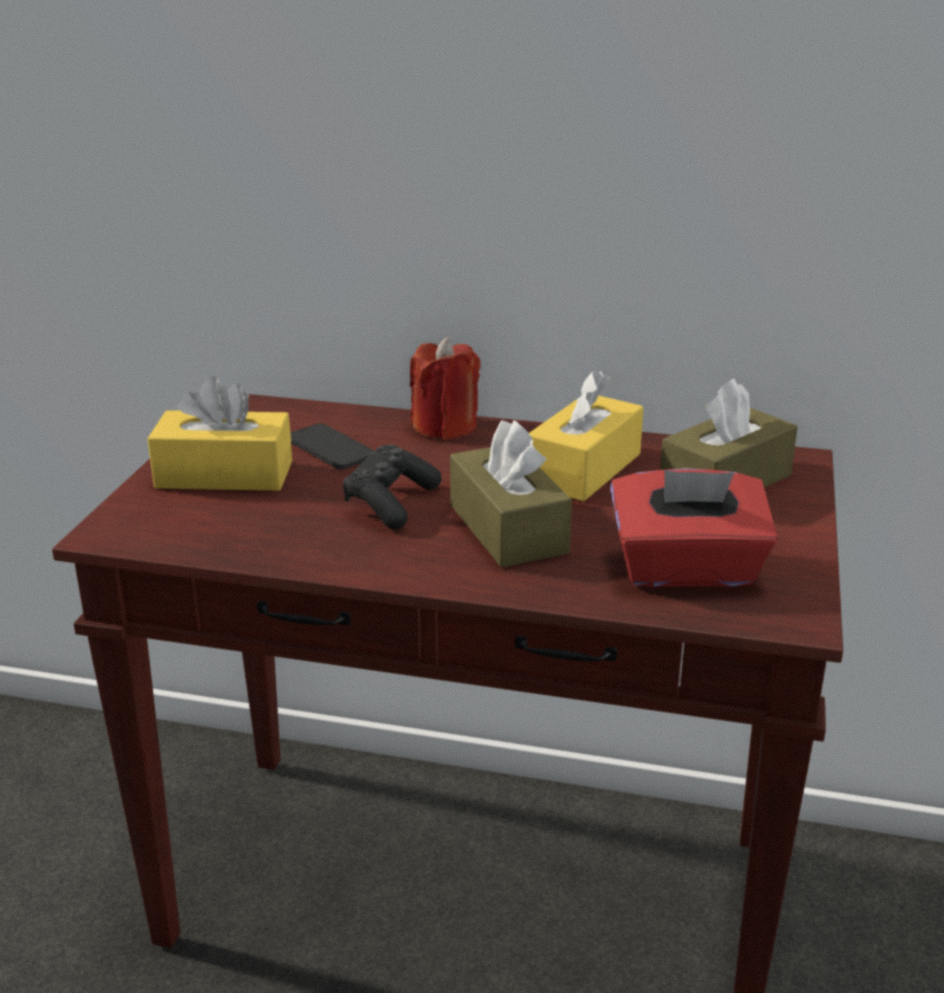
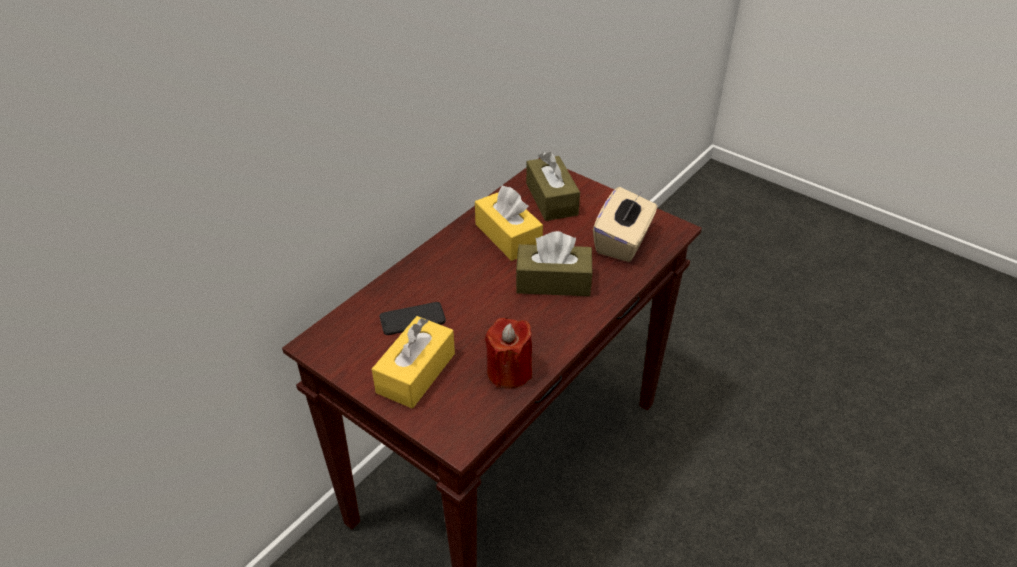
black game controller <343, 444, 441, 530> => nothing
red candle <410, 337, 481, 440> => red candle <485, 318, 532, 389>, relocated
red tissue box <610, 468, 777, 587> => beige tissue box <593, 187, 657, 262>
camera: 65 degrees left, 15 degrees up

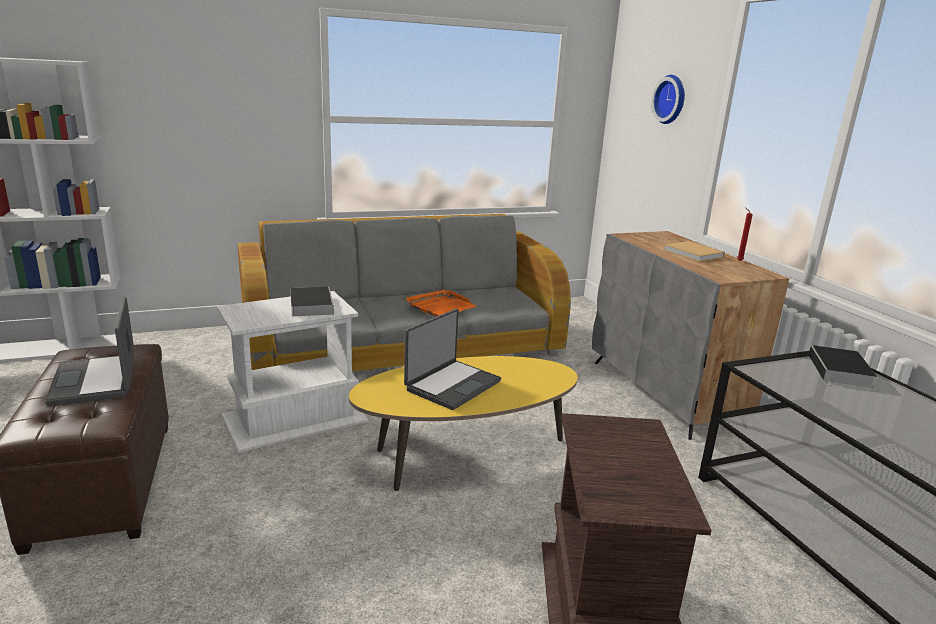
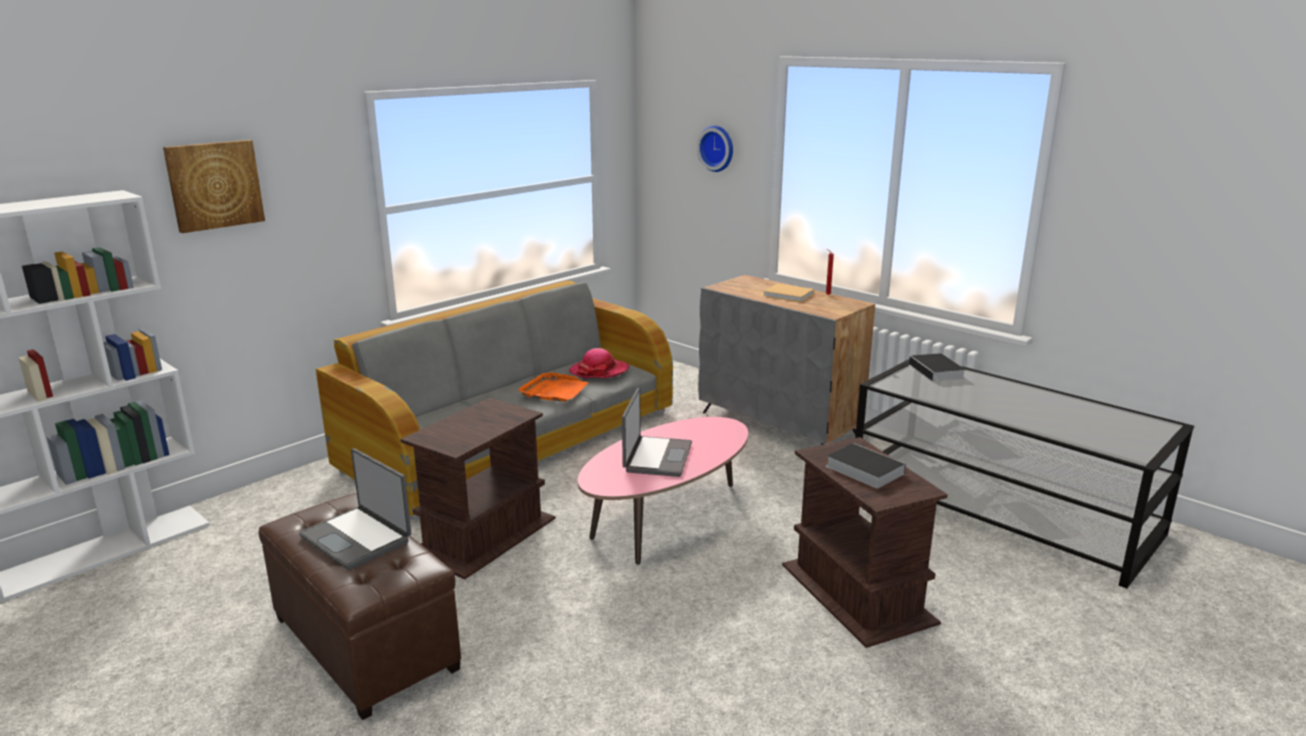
white side table <217, 291, 369, 453> => brown side table <400, 398, 556, 580>
book <290, 287, 334, 316> => book <826, 443, 906, 489>, relocated
yellow coffee table <349, 356, 578, 491> => pink coffee table <578, 417, 748, 565>
nothing => picture <163, 140, 265, 233>
nothing => hat <569, 348, 629, 379>
camera: 25 degrees left, 0 degrees up

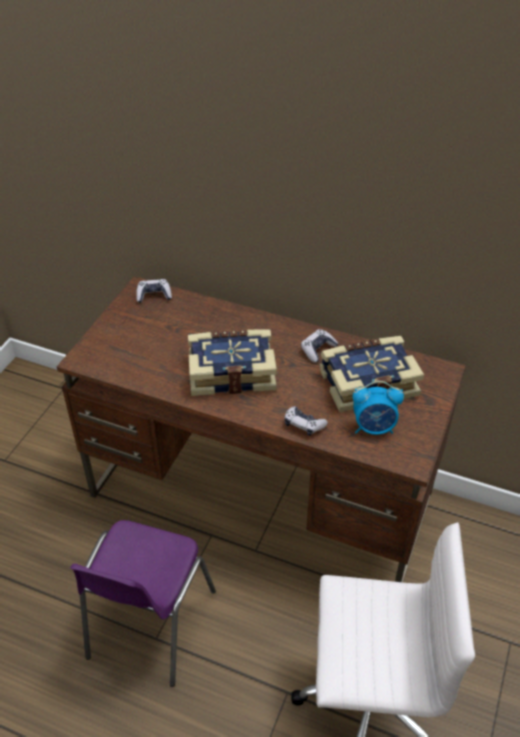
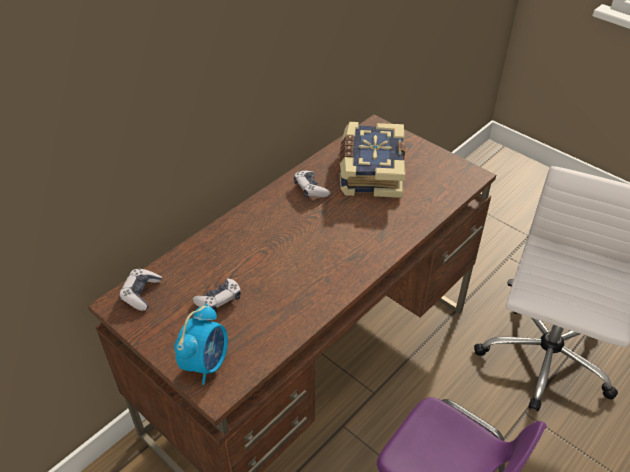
book <188, 330, 277, 396> => nothing
game controller <284, 406, 328, 436> => game controller <193, 279, 241, 312>, relocated
alarm clock <353, 381, 404, 435> => alarm clock <174, 303, 228, 385>, relocated
camera: 70 degrees left, 0 degrees up

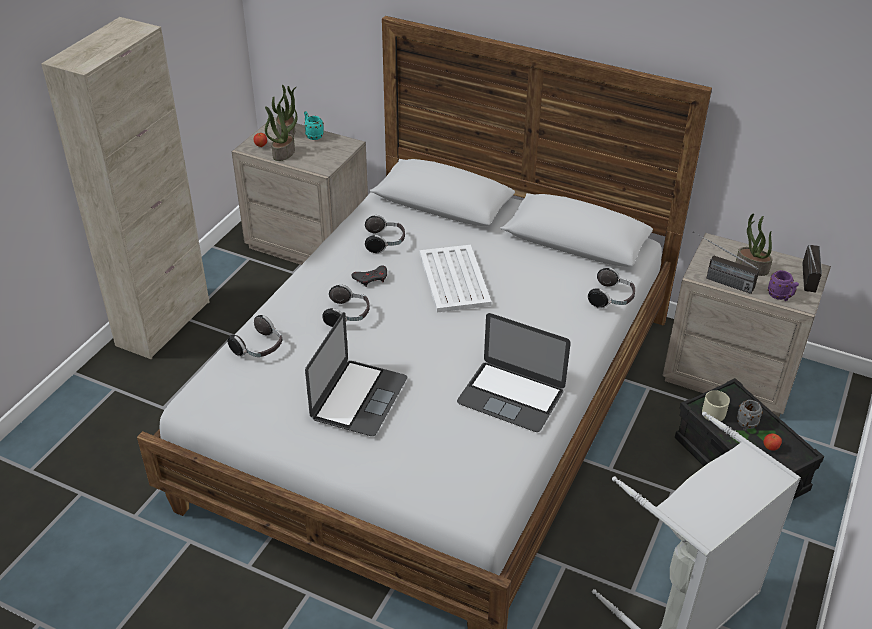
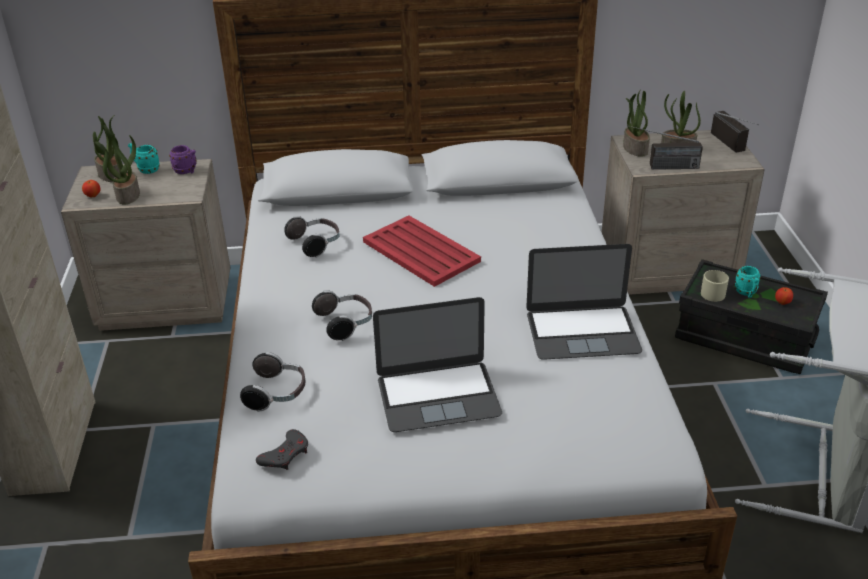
laptop <305, 312, 407, 436> => laptop <373, 297, 502, 432>, 90 degrees clockwise
grey game controller <352, 265, 387, 287> => grey game controller <256, 429, 308, 470>, relocated
white tray <420, 245, 492, 312> => red tray <363, 215, 481, 287>
headphones <588, 268, 635, 309> => nothing
grey mug <737, 400, 763, 431> => turquoise mug <735, 266, 761, 298>
purple mug <768, 270, 799, 301> => purple mug <169, 145, 197, 174>, relocated
nothing => potted plant <623, 89, 650, 157>
camera: 30 degrees left, 5 degrees down

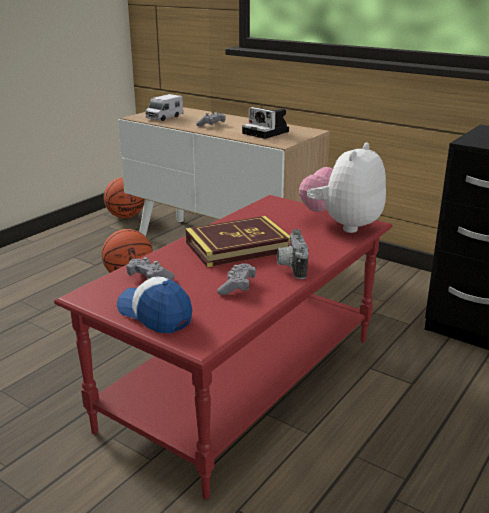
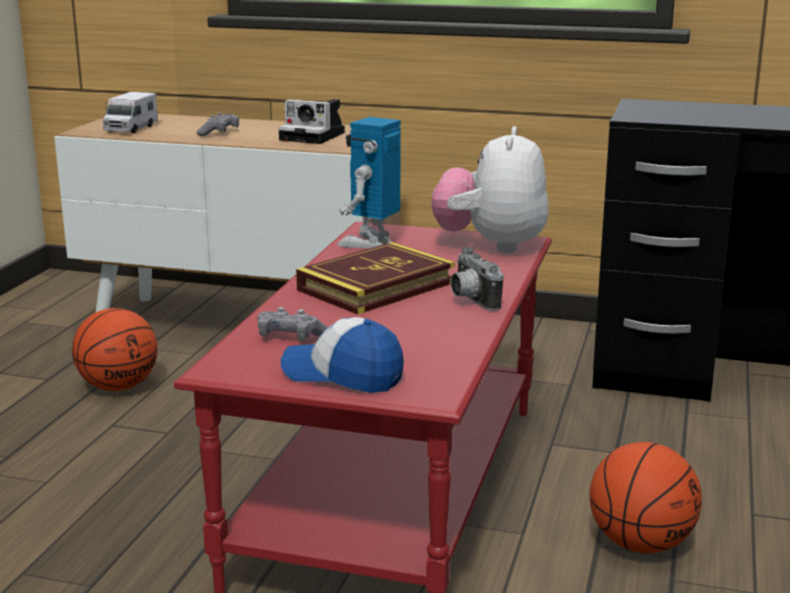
basketball <104, 177, 145, 218> => basketball <589, 442, 702, 553>, relocated
grey game controller <217, 263, 256, 295> => nothing
nothing => toy robot <337, 117, 401, 248>
camera: 20 degrees left, 5 degrees down

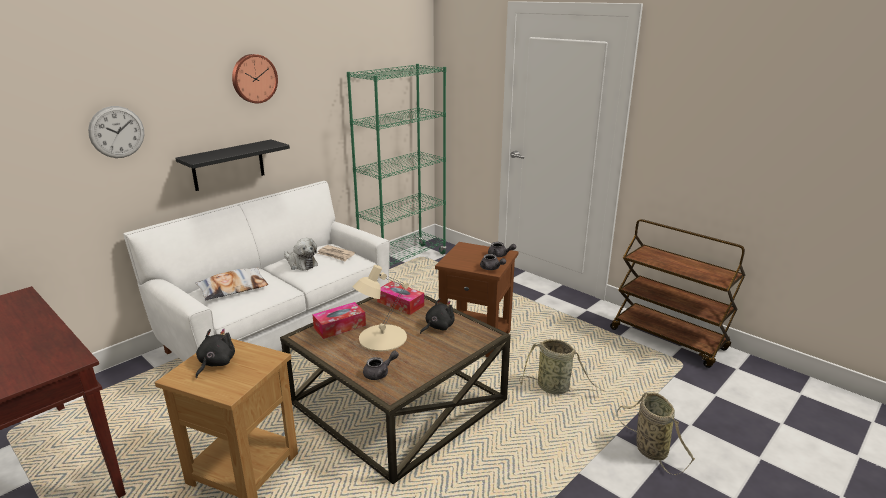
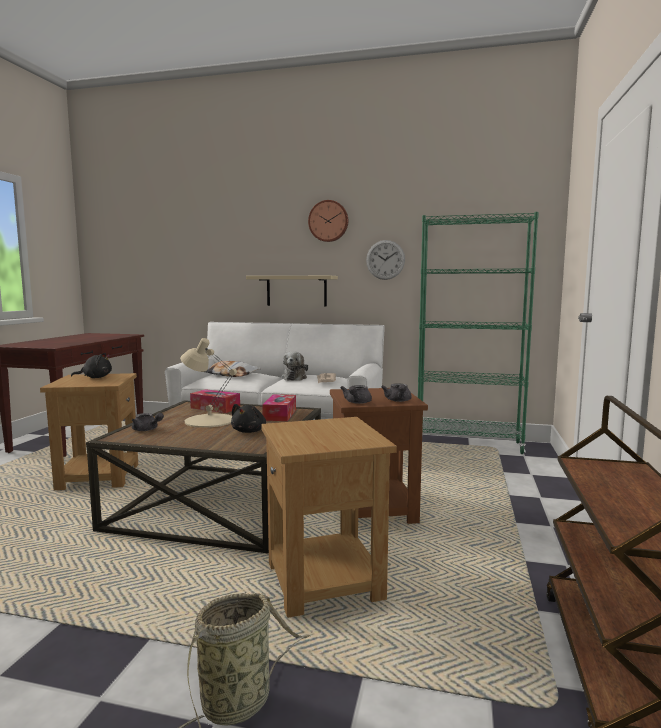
wall clock <88, 106, 144, 158> => wall clock <366, 240, 405, 280>, relocated
black shelf <175, 140, 290, 191> => beige shelf <246, 276, 338, 306>
black plush toy <420, 298, 455, 334> => black plush toy <231, 404, 266, 433>, 90 degrees clockwise
basket <519, 339, 604, 395> => brown side table <261, 417, 397, 618>
camera: 60 degrees right, 15 degrees down

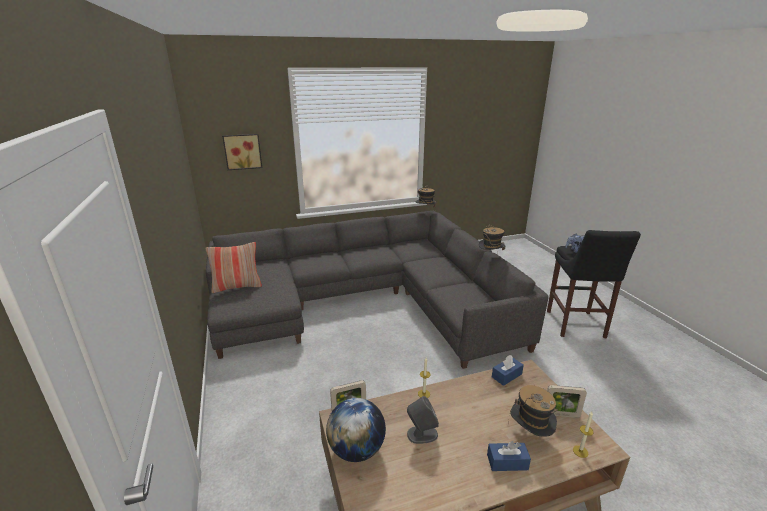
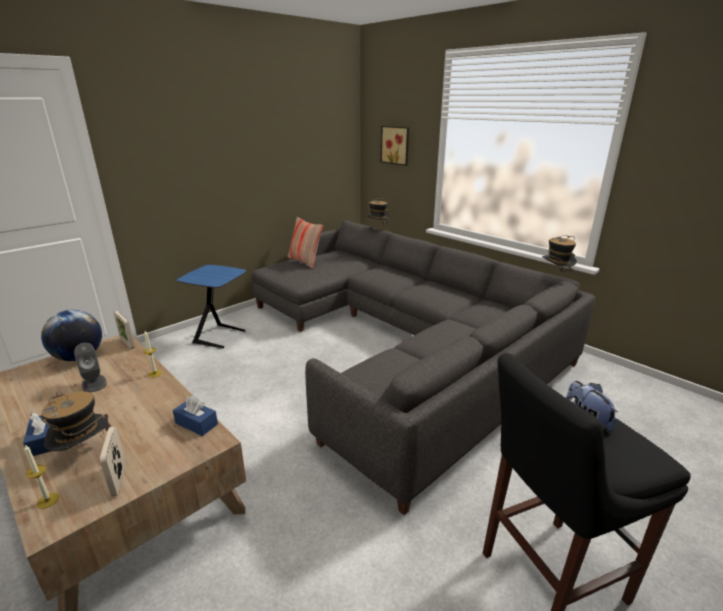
hat <479, 224, 505, 254> => hat <366, 198, 390, 230>, relocated
nothing => blue side table <177, 265, 247, 348>
camera: 65 degrees right, 0 degrees up

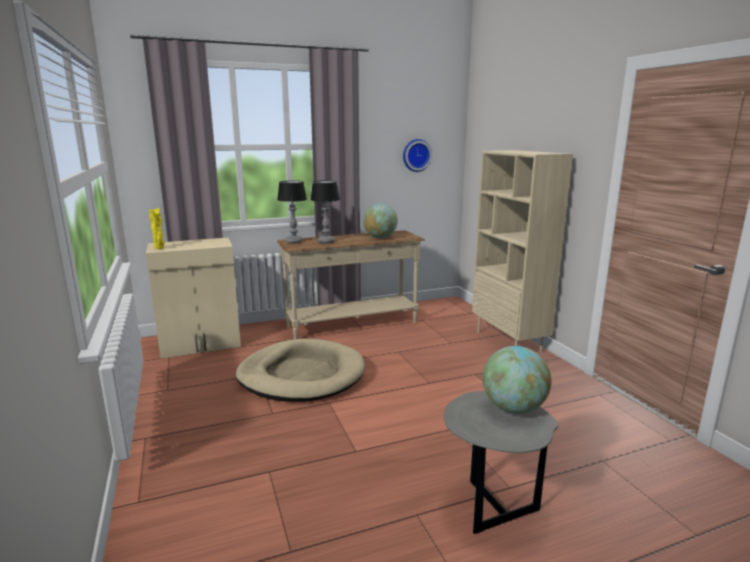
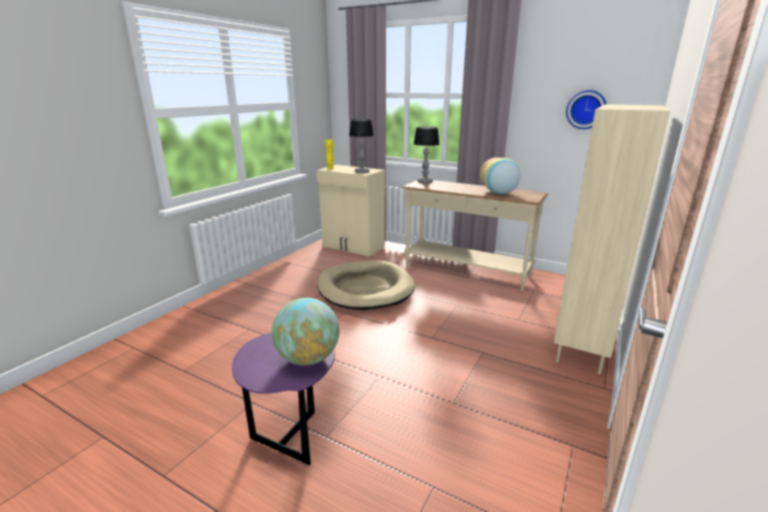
table lamp <311, 181, 340, 243> => table lamp <349, 119, 374, 173>, relocated
globe <363, 203, 398, 238> => vase <480, 157, 520, 194>
grey side table <444, 391, 559, 534> => purple side table <232, 332, 335, 465>
camera: 50 degrees right, 5 degrees up

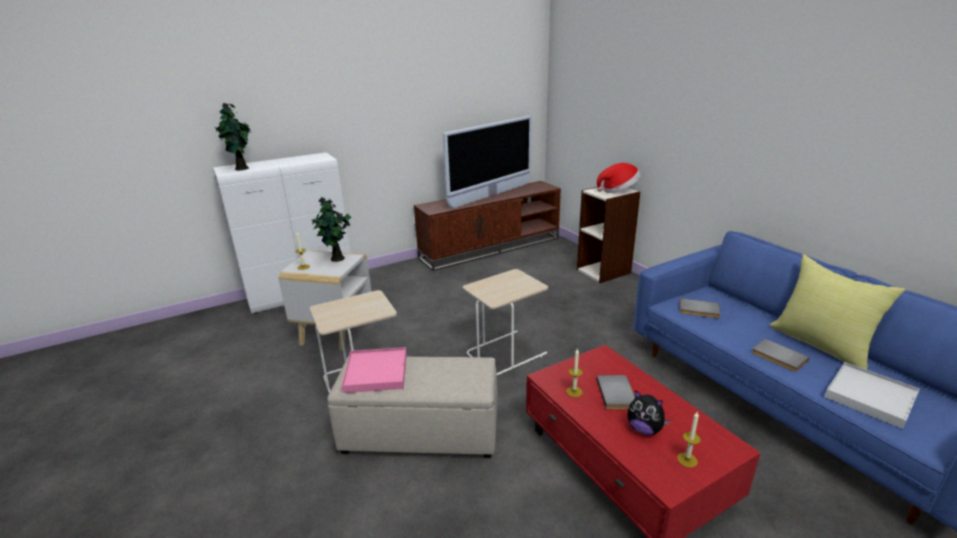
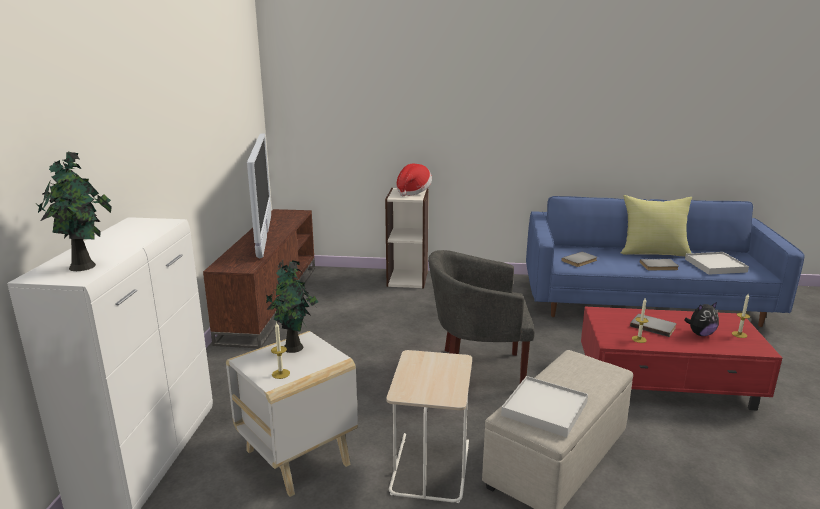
pink tray <342, 347, 407, 393> => white tray <501, 376, 588, 437>
beige side table <463, 269, 548, 375> => grey armchair <428, 250, 535, 383>
camera: 55 degrees left, 5 degrees down

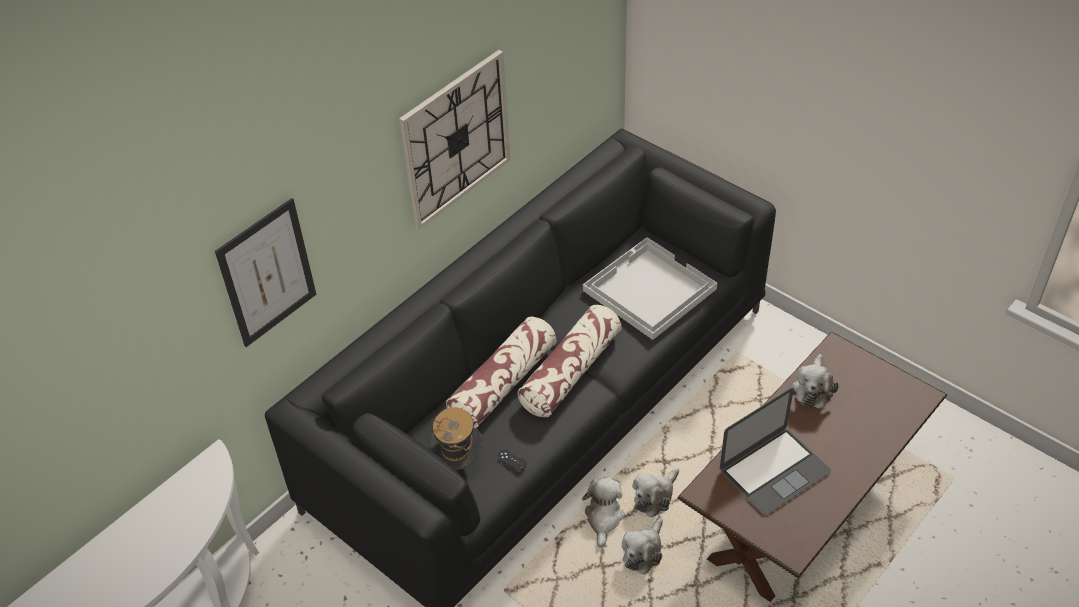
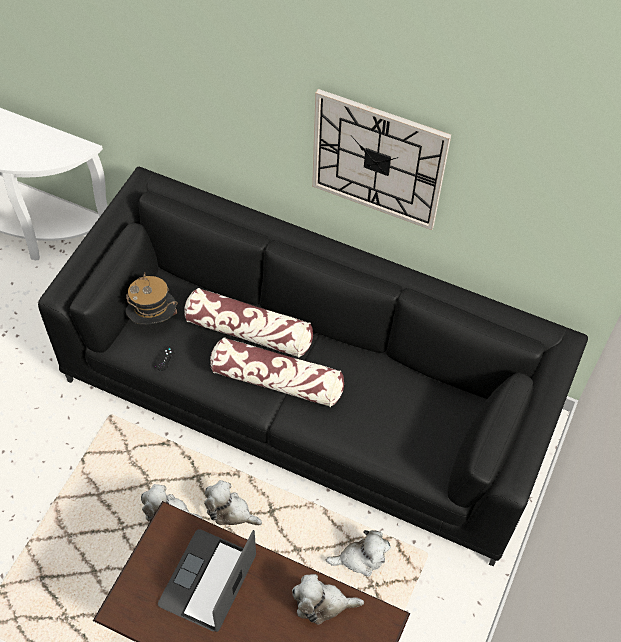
picture <215, 198, 316, 347> => nothing
plush toy <582, 476, 625, 548> => plush toy <326, 530, 391, 577>, relocated
white tray <583, 237, 717, 340> => nothing
laptop <720, 388, 831, 515> => laptop <158, 529, 256, 632>, 75 degrees clockwise
camera: 70 degrees right, 10 degrees up

